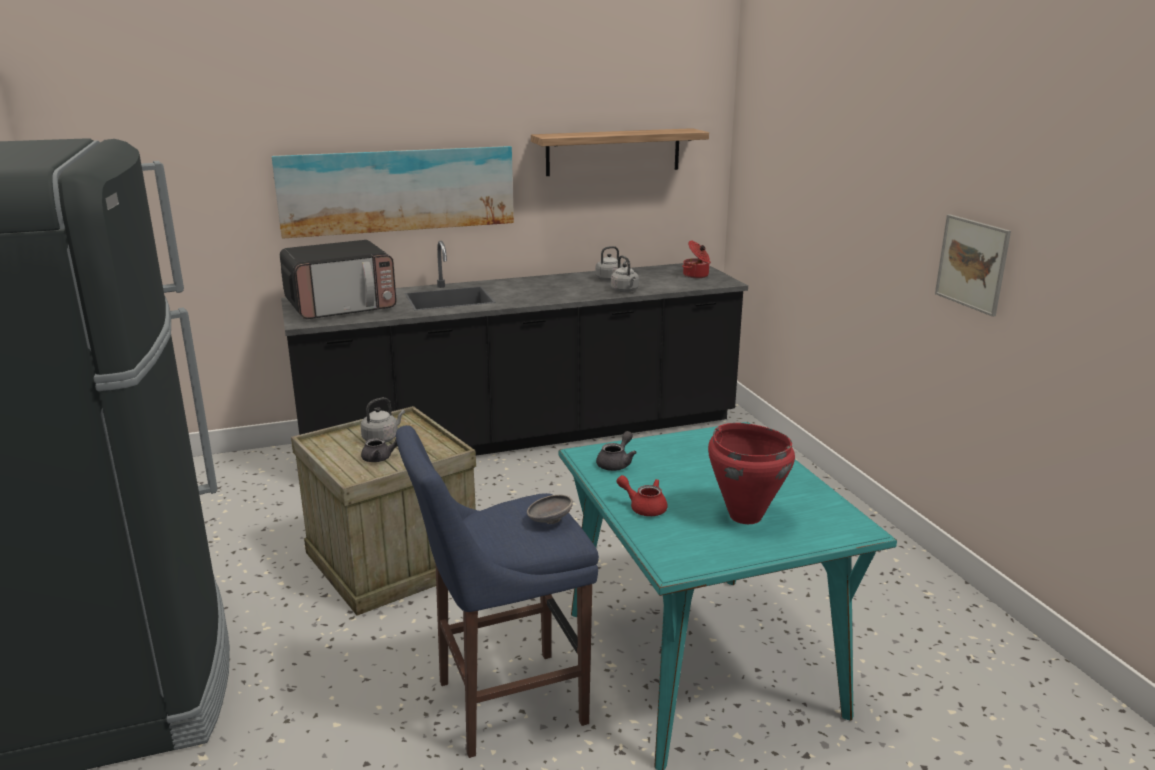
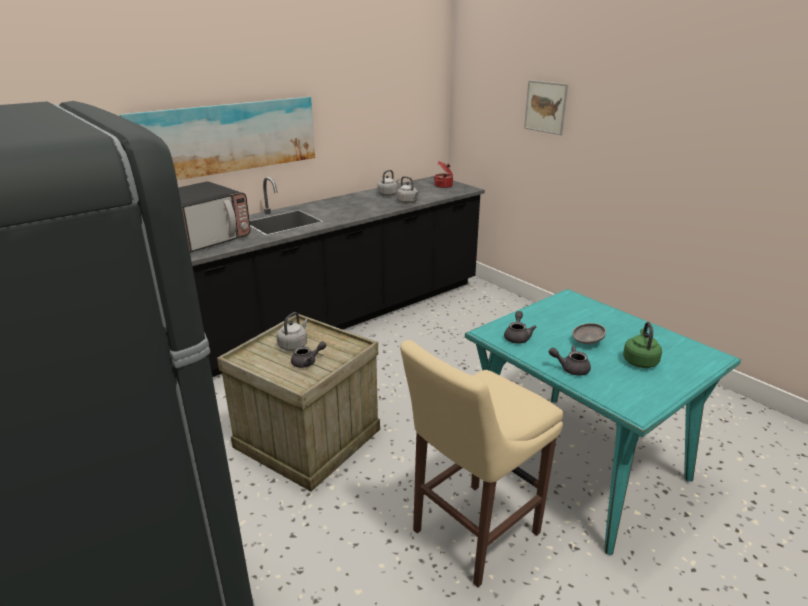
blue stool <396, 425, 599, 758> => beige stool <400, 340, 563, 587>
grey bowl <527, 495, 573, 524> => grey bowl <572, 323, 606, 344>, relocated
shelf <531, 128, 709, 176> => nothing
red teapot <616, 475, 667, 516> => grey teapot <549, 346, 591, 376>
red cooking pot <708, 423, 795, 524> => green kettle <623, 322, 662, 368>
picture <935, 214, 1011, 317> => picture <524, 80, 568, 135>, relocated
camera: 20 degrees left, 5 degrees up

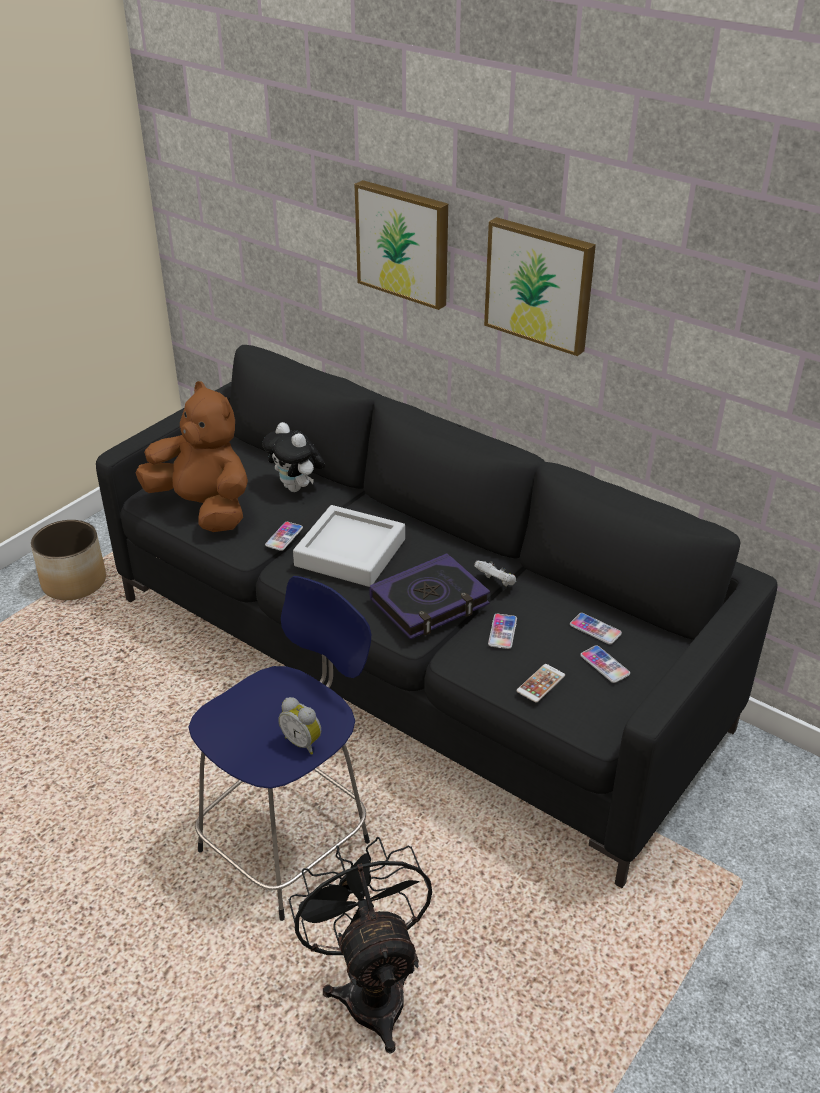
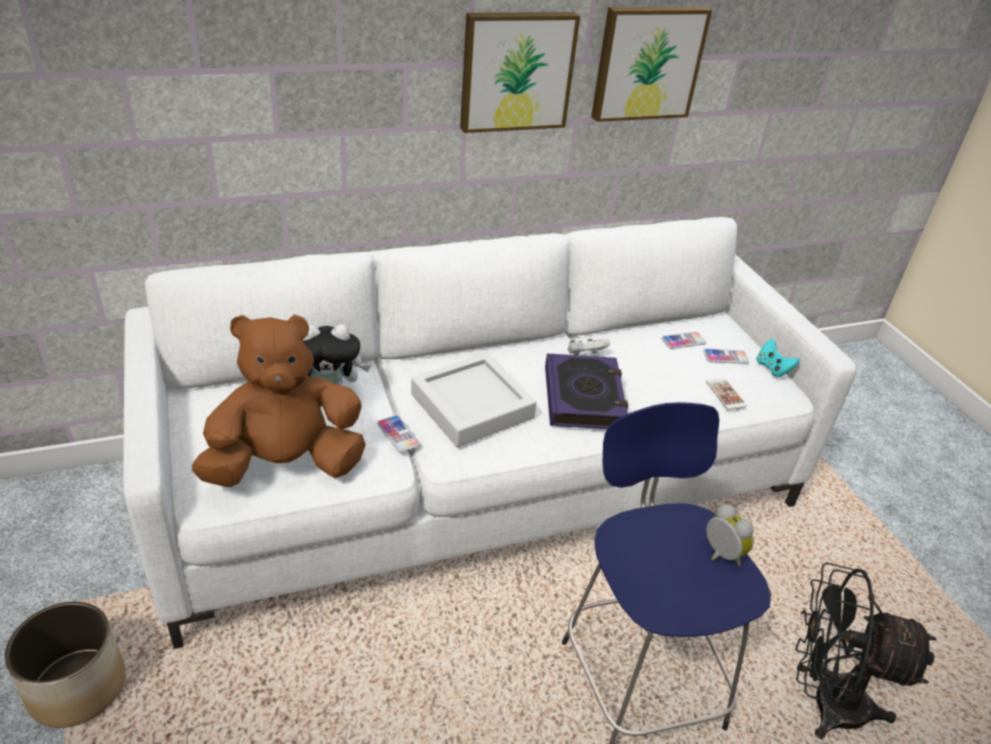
black sofa <96, 345, 778, 888> => white sofa <123, 217, 856, 649>
alarm clock <278, 697, 321, 755> => alarm clock <706, 504, 754, 566>, 105 degrees counterclockwise
picture <355, 180, 448, 310> => picture <591, 7, 712, 122>, relocated
phone <488, 613, 517, 649> => nothing
nothing => turquoise game controller <756, 339, 800, 377>
camera: 60 degrees left, 0 degrees up

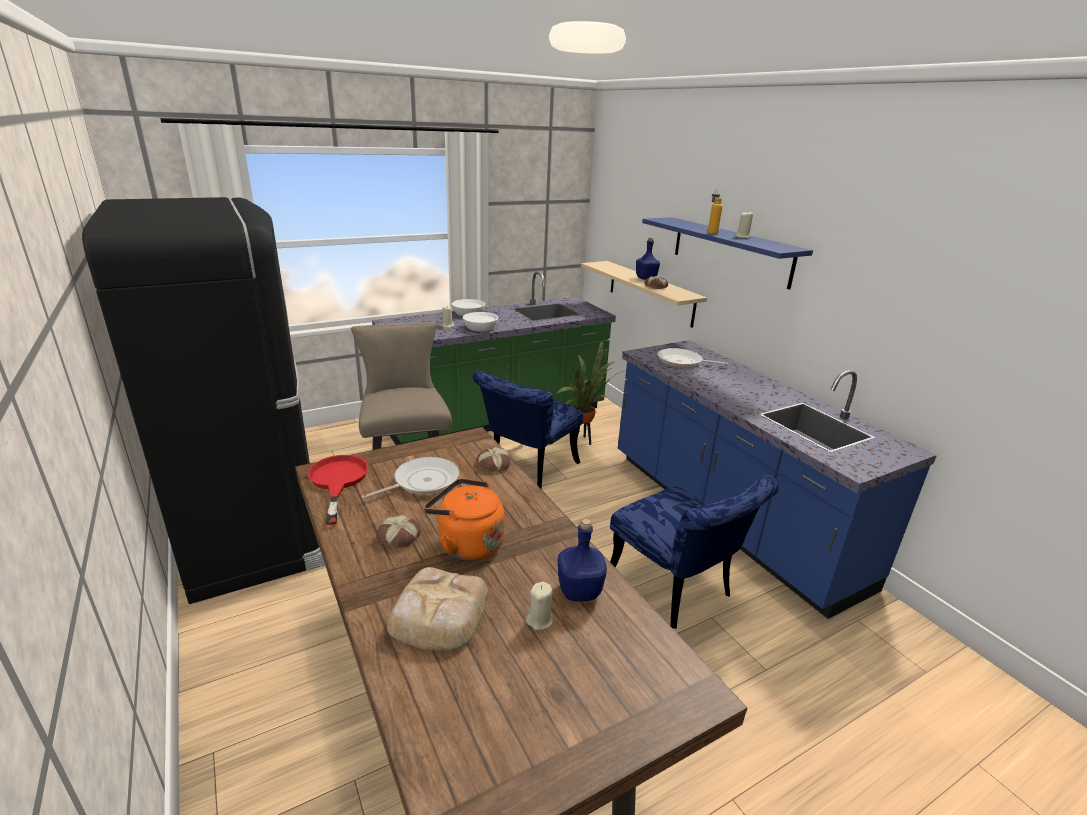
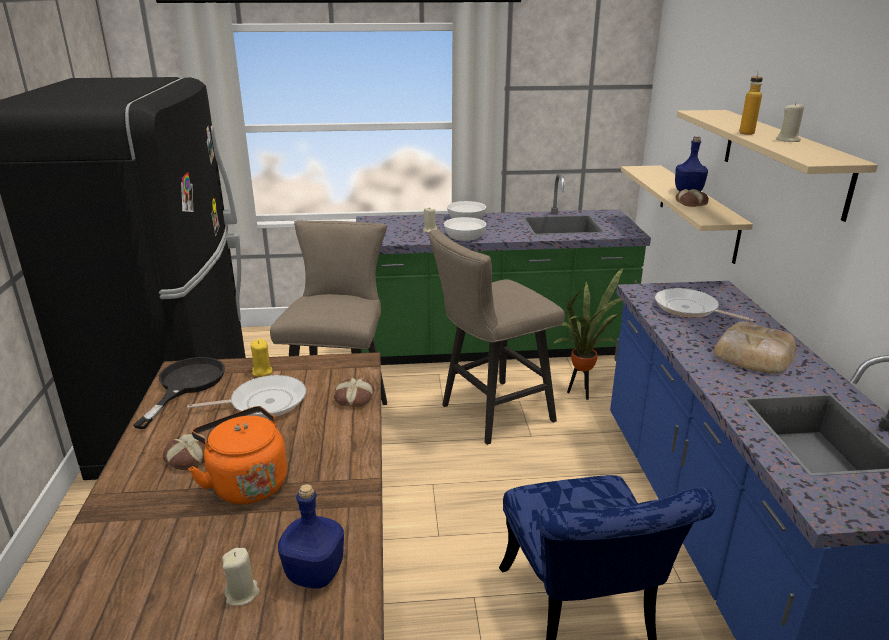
red frying pan <307, 455, 368, 525> => black frying pan <133, 357, 225, 429>
bread <387, 567, 488, 651> => bread <714, 321, 796, 374>, relocated
blue chair <473, 370, 583, 489> => beige stool <429, 229, 565, 445>
blue shelf <642, 217, 813, 290> => beige shelf <676, 110, 878, 222>
nothing => yellow candle <251, 339, 272, 377>
camera: 25 degrees right, 0 degrees up

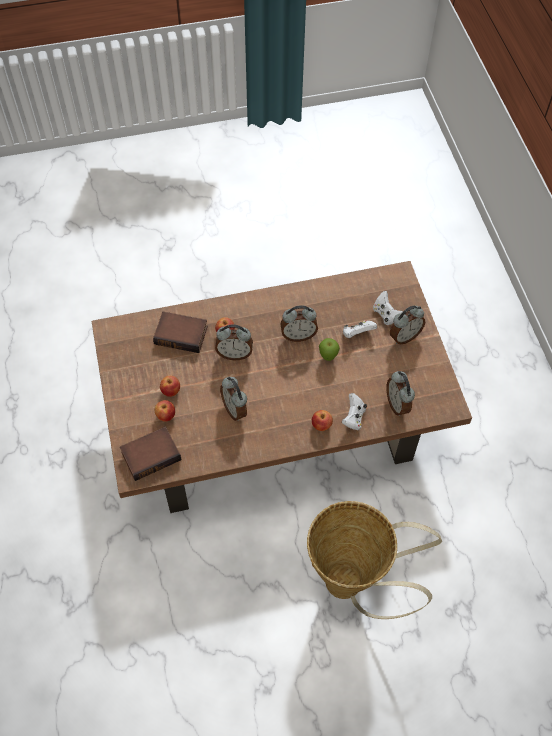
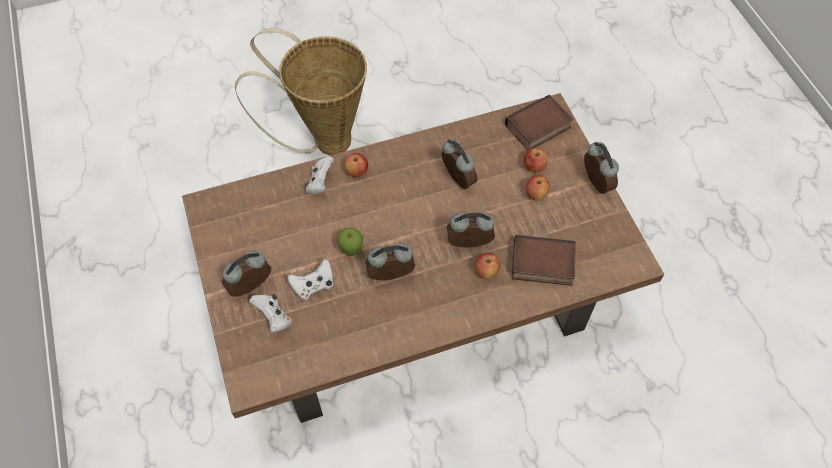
alarm clock <386, 371, 415, 416> => alarm clock <584, 142, 619, 194>, relocated
camera: 175 degrees right, 0 degrees up

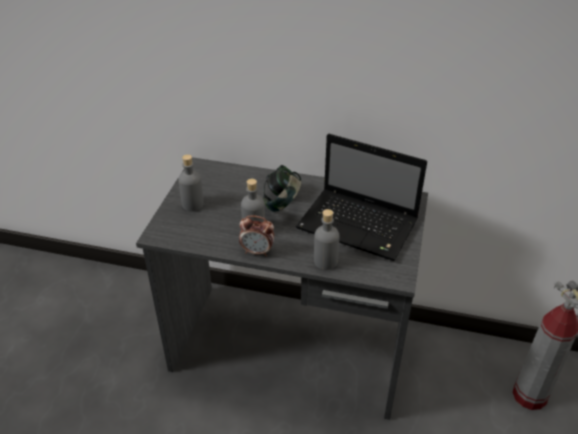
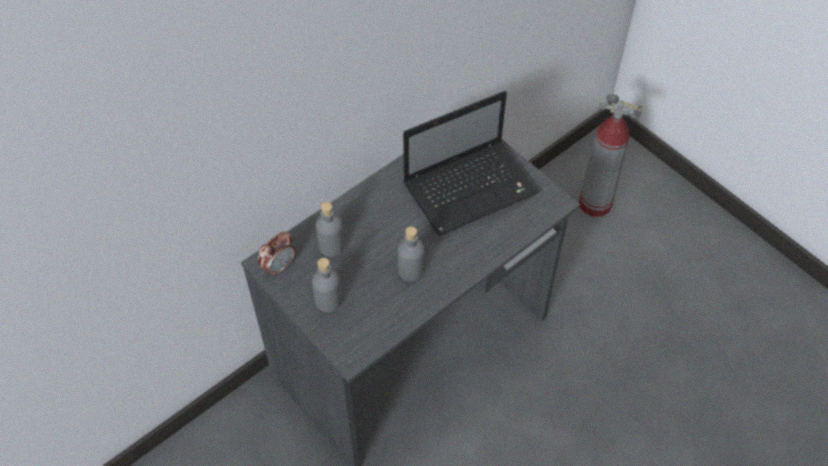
alarm clock <239, 215, 274, 256> => alarm clock <258, 231, 295, 277>, relocated
headphones <263, 165, 302, 212> => nothing
grey bottle <314, 209, 339, 270> => grey bottle <316, 202, 344, 257>, relocated
camera: 55 degrees left, 15 degrees up

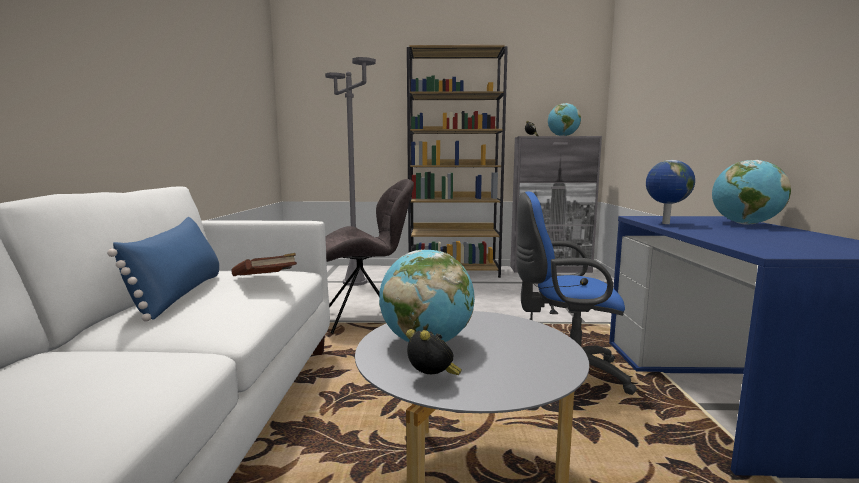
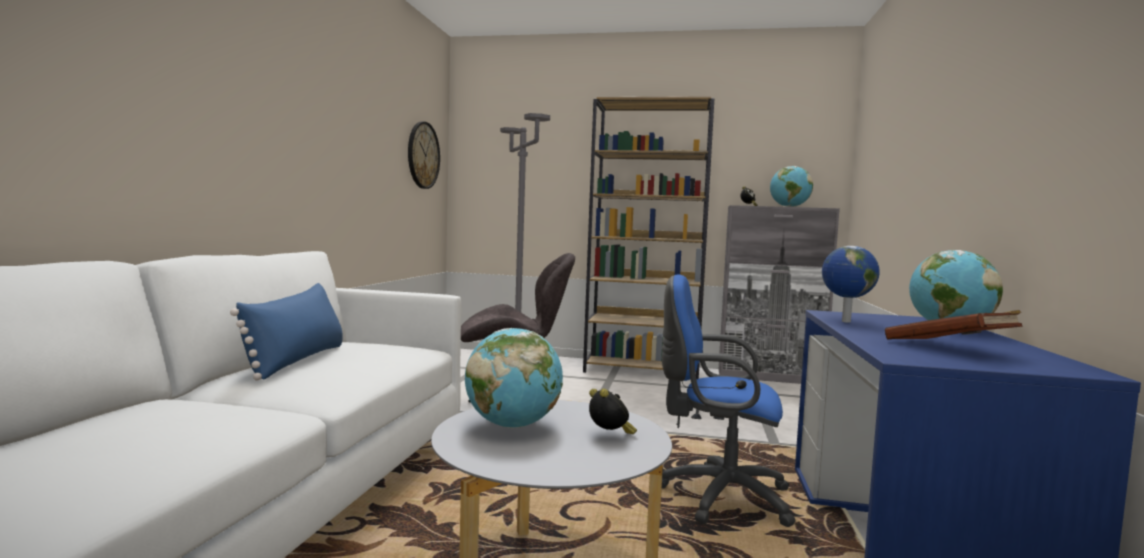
brown book <231, 253, 297, 276> => brown book <885, 310, 1023, 339>, relocated
alarm clock <406, 329, 462, 375> => alarm clock <589, 389, 637, 434>, relocated
nothing => wall clock <408, 122, 440, 189>
camera: 10 degrees right, 5 degrees down

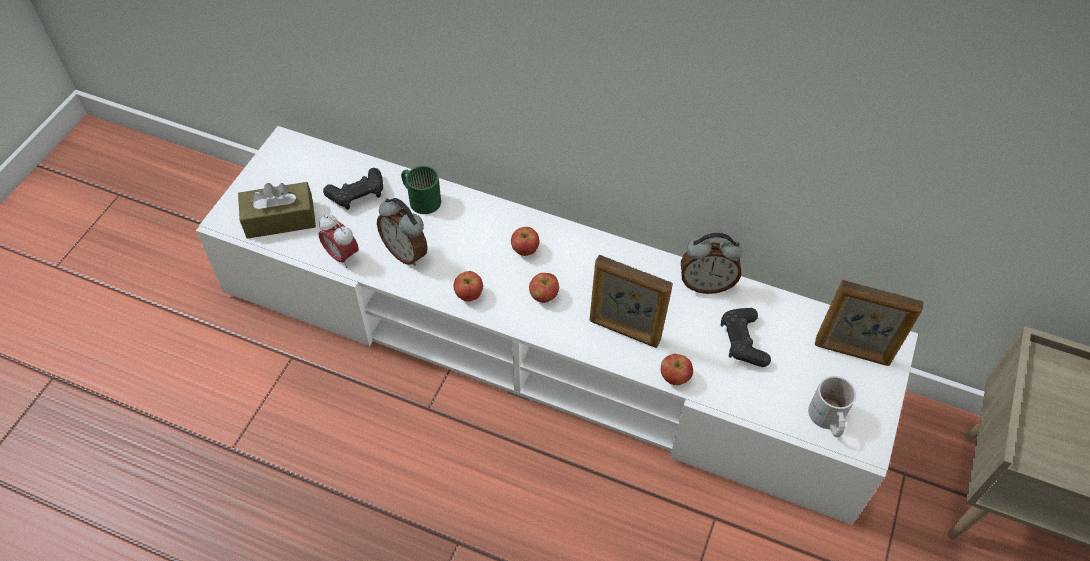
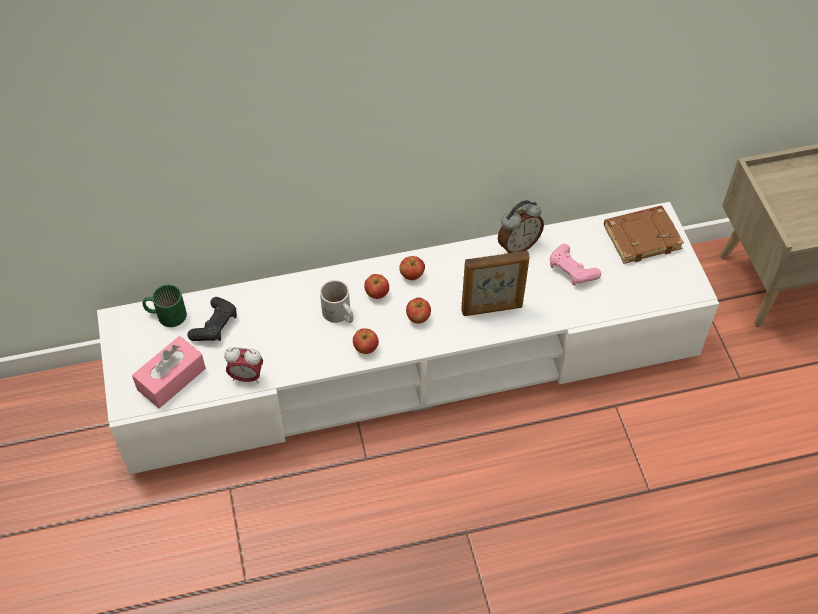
brown tissue box <238, 182, 316, 239> => pink tissue box <132, 336, 206, 408>
alarm clock <377, 198, 428, 266> => nothing
green mug <401, 166, 441, 214> => green mug <142, 284, 187, 327>, relocated
apple <661, 354, 693, 385> => apple <399, 256, 425, 280>, relocated
black game controller <721, 308, 771, 367> => pink game controller <550, 244, 601, 285>
white mug <808, 376, 856, 437> => white mug <320, 280, 354, 323>, relocated
picture frame <815, 280, 924, 366> => brown book <604, 206, 684, 264>
camera: 35 degrees left, 0 degrees up

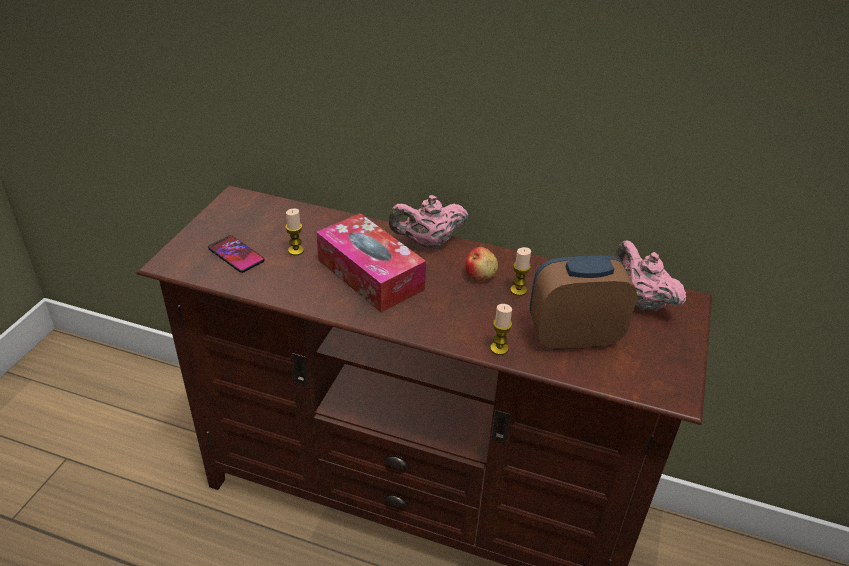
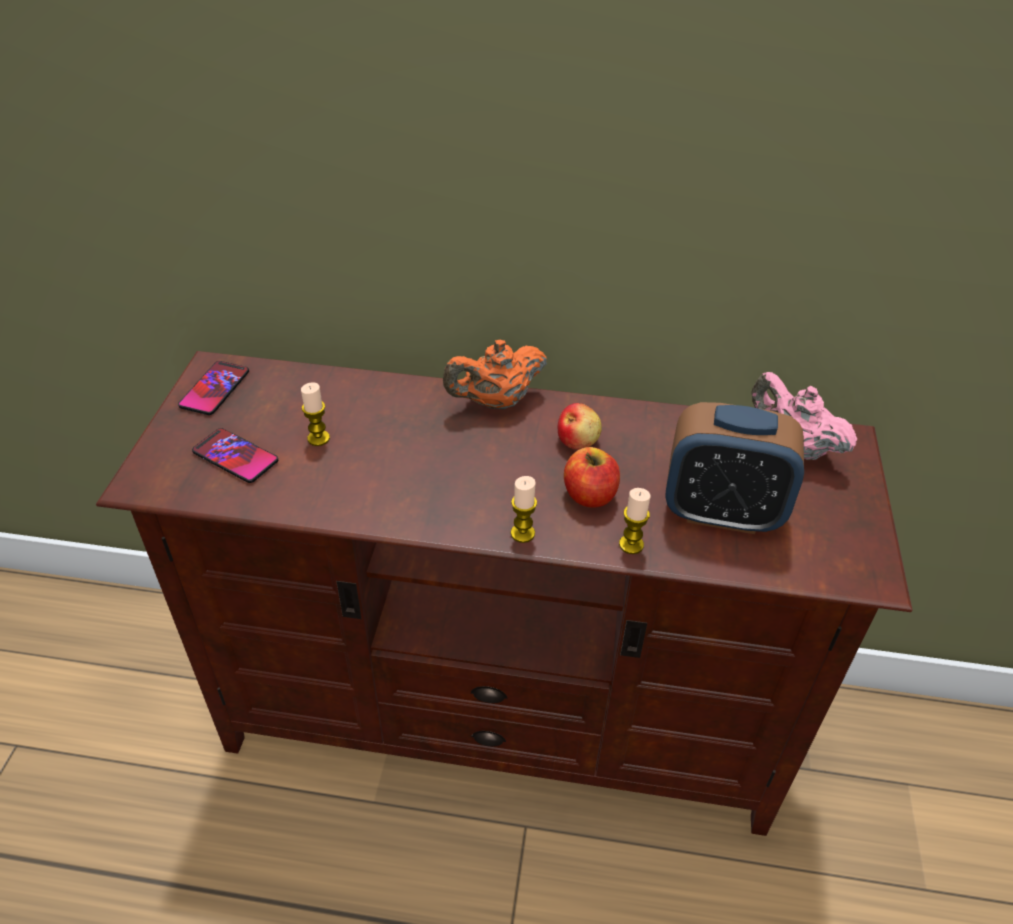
tissue box <316, 213, 426, 313> => nothing
pink teapot <389, 195, 468, 248> => orange teapot <443, 340, 547, 409>
candle <510, 247, 531, 296> => candle <511, 476, 537, 543>, relocated
alarm clock <530, 255, 637, 350> => alarm clock <665, 402, 804, 534>, 150 degrees counterclockwise
nothing => phone <178, 361, 249, 415>
nothing => apple <564, 447, 620, 508>
camera: 10 degrees left, 5 degrees up

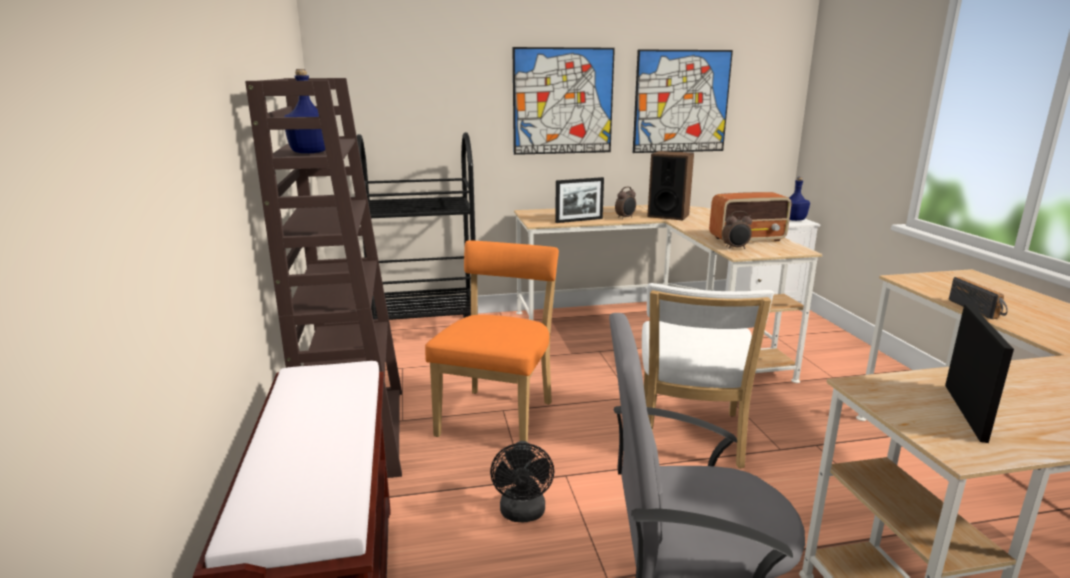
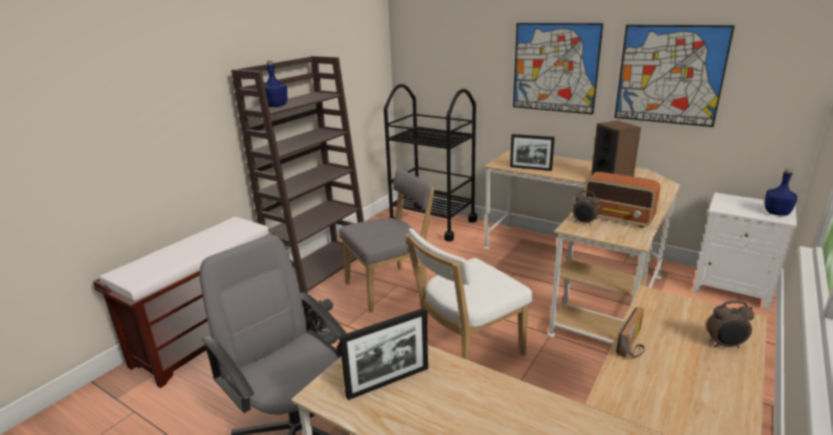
orange chair <425, 240, 559, 442> => grey chair <339, 169, 434, 312>
alarm clock <615, 186, 636, 219> => alarm clock <706, 301, 754, 348>, relocated
camera: 45 degrees right, 5 degrees up

